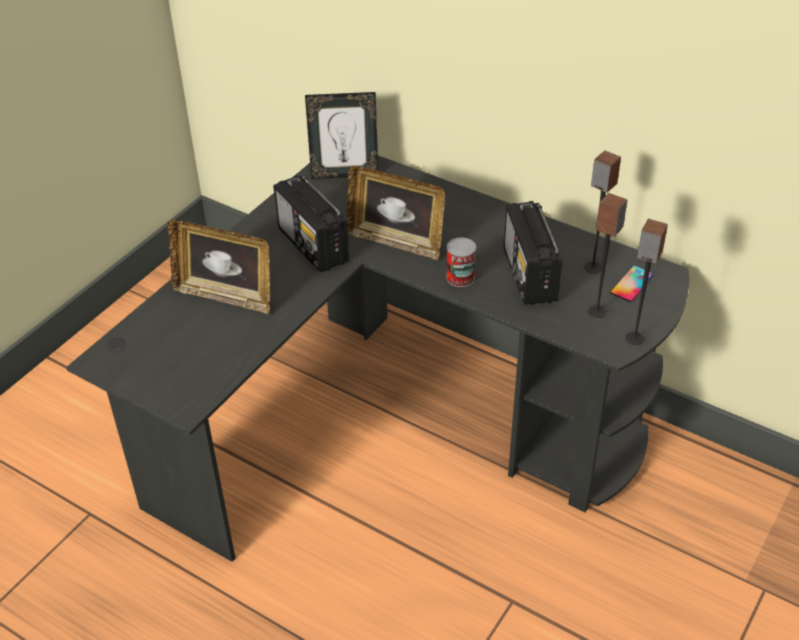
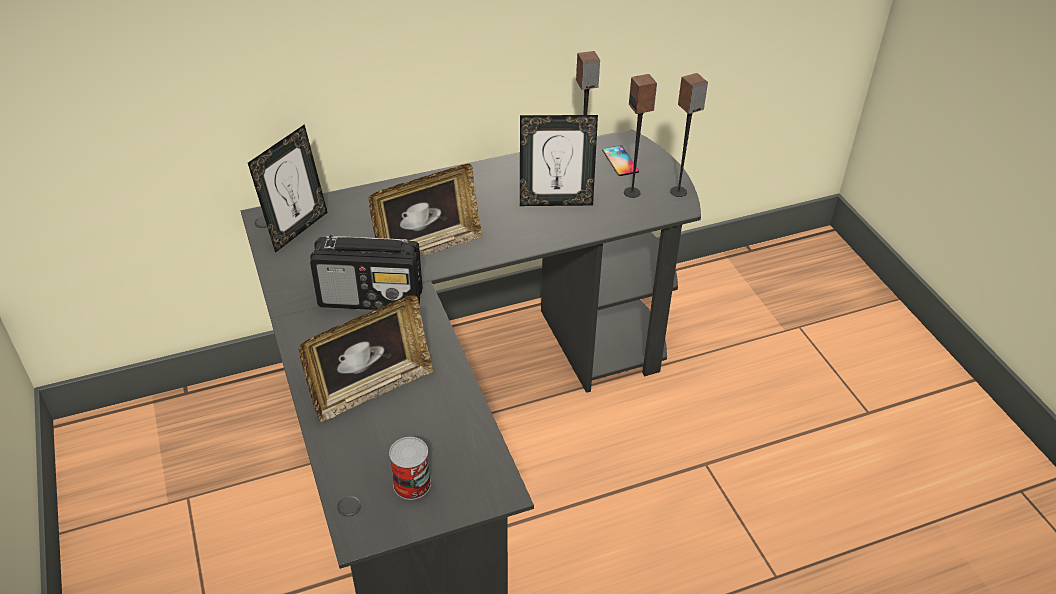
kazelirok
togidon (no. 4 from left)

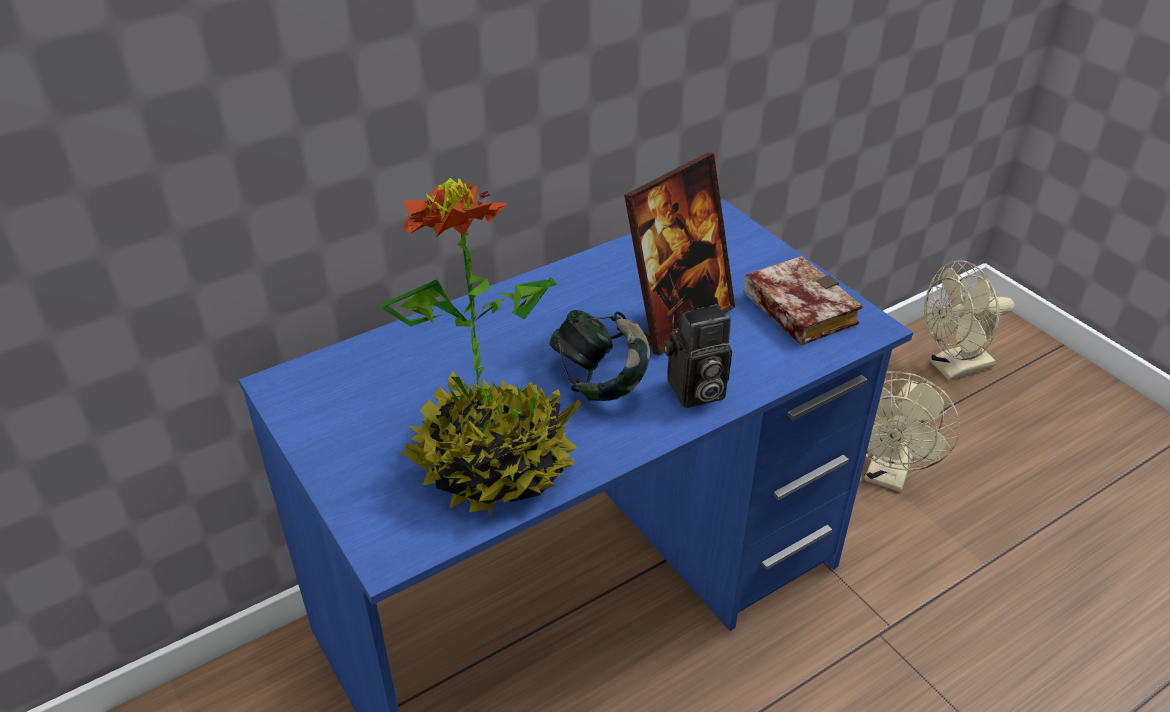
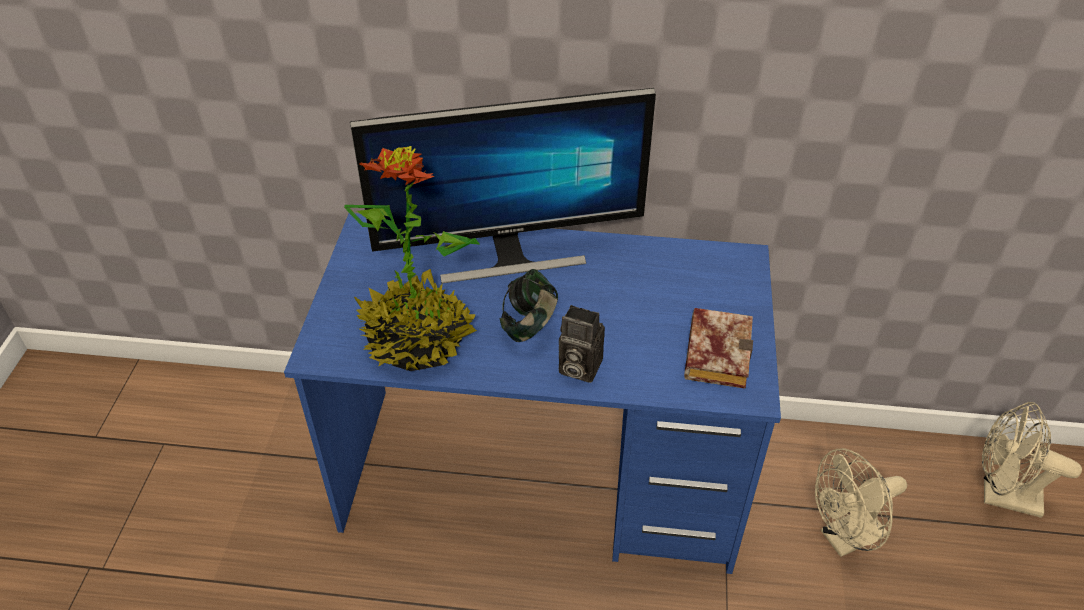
togidon
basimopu

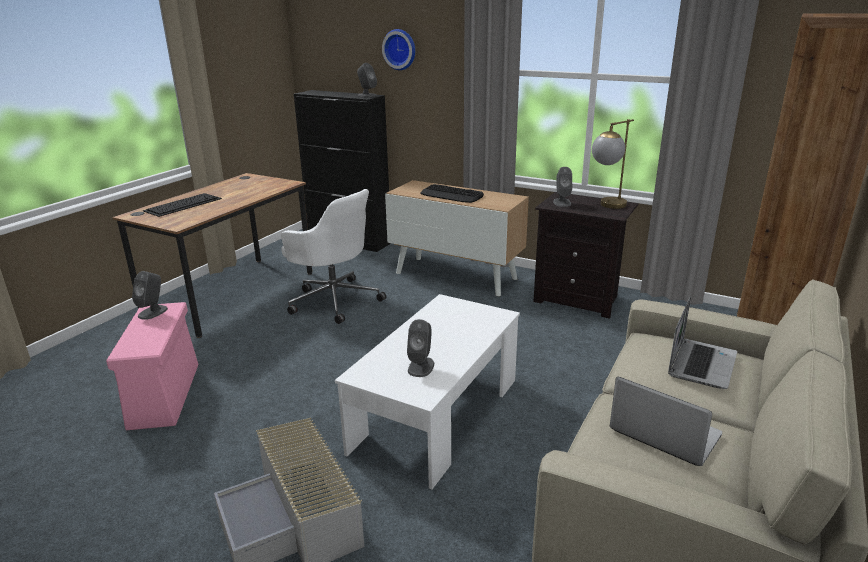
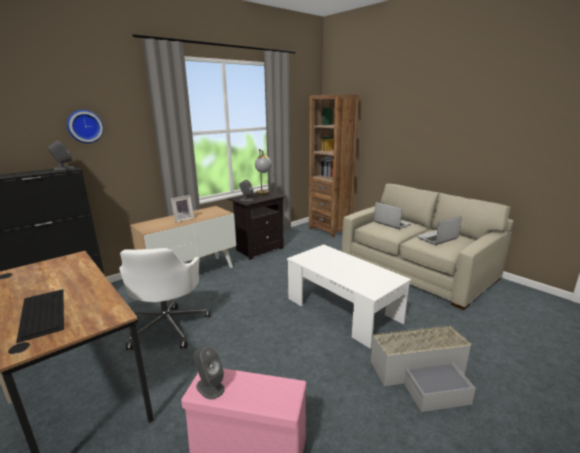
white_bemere
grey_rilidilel (no. 3 from left in the first image)
togidon

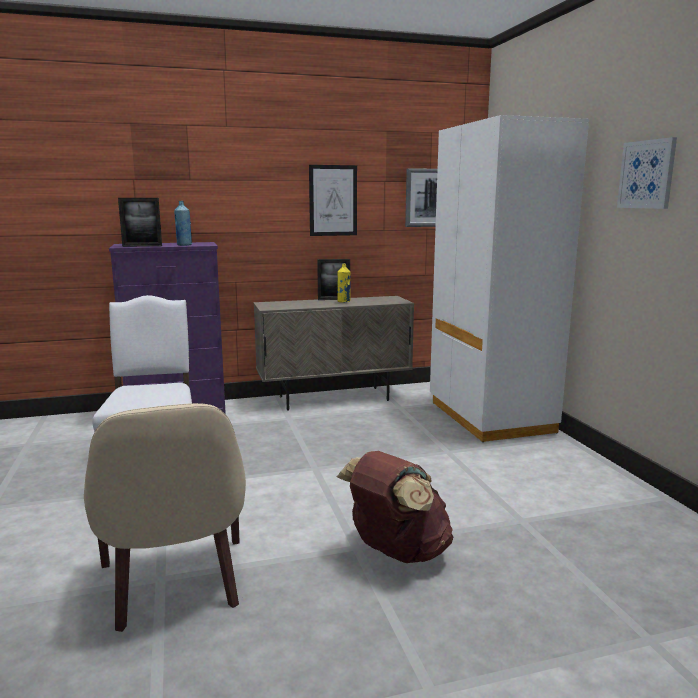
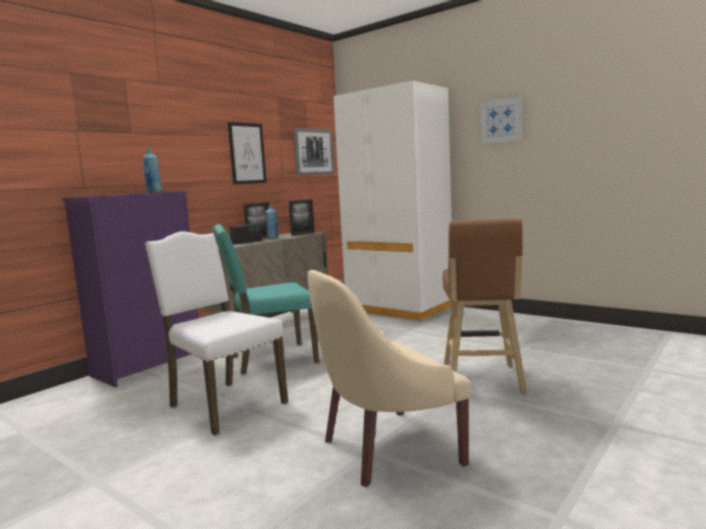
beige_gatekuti
togidon (no. 2 from left)
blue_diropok (no. 2 from left)
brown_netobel
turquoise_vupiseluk
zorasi

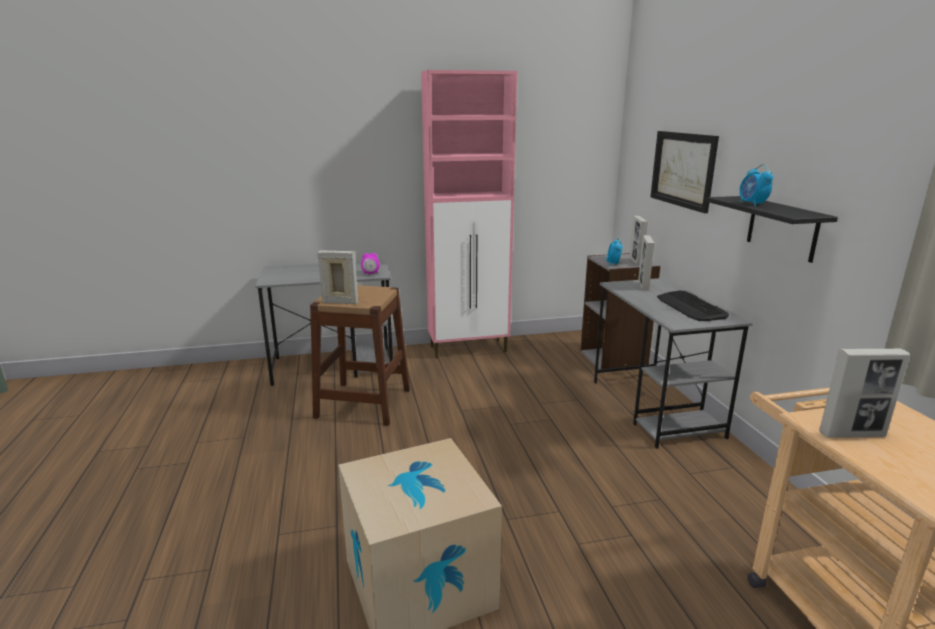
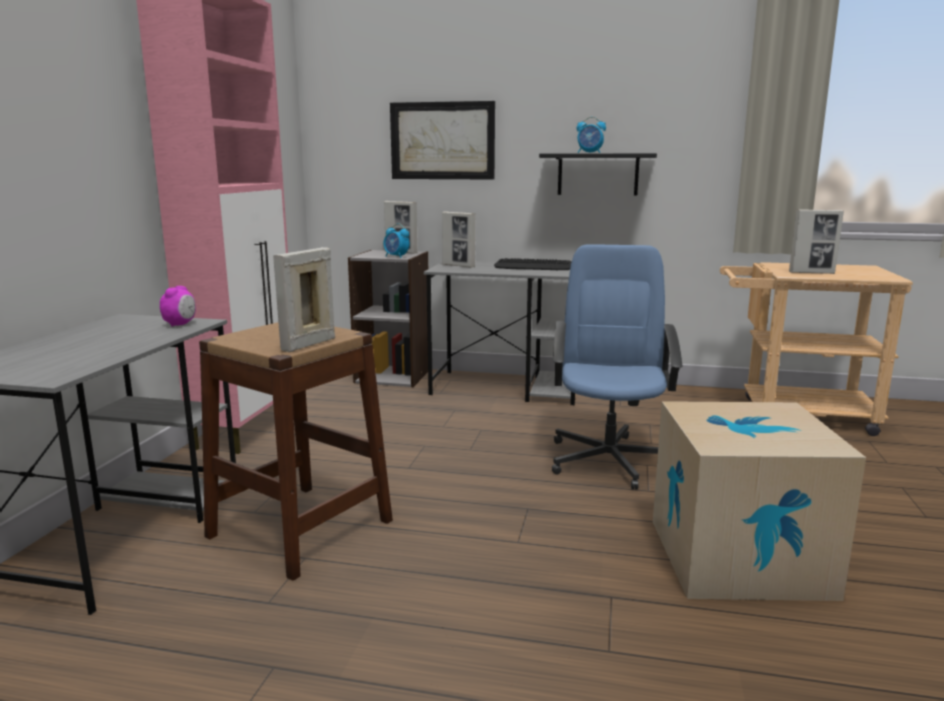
togidon (no. 4 from left)
blue_bemere

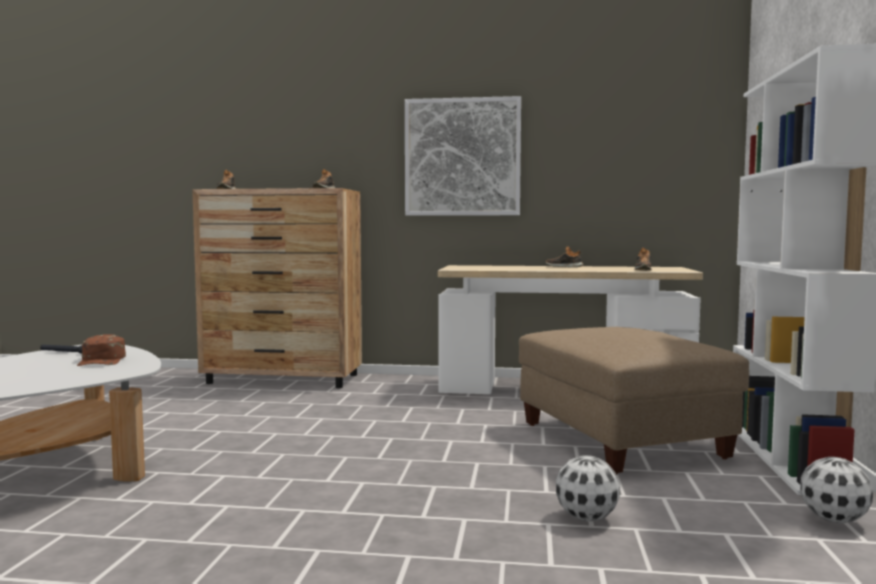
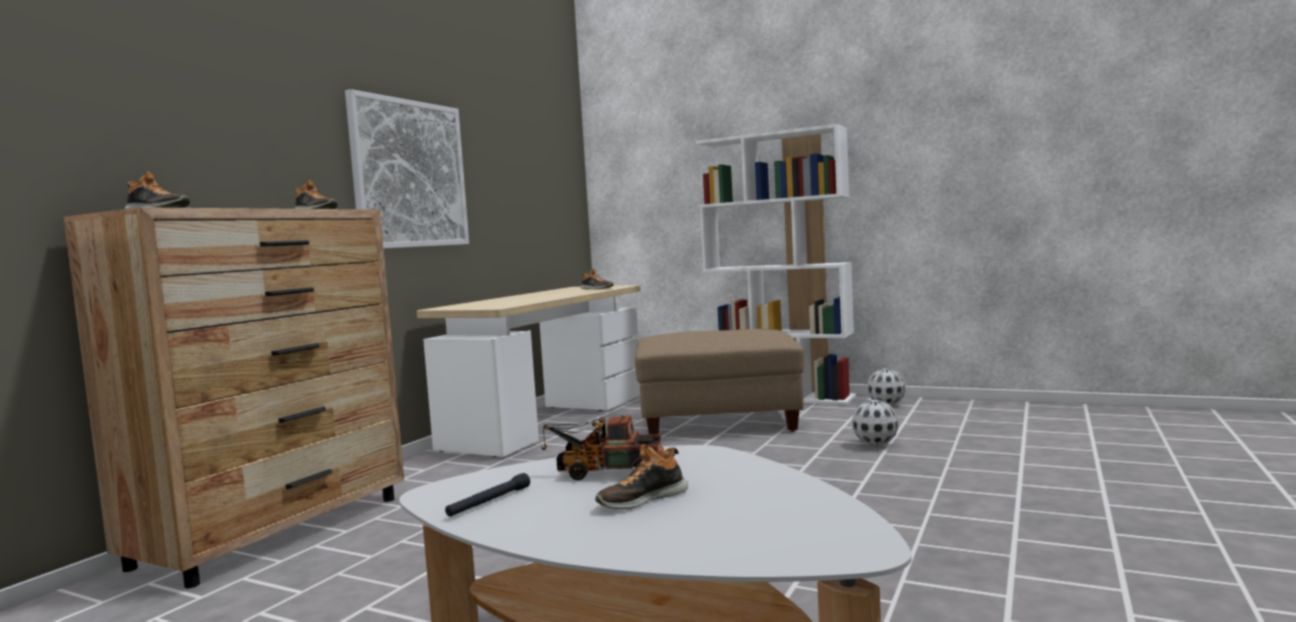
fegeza
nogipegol (no. 4 from left)

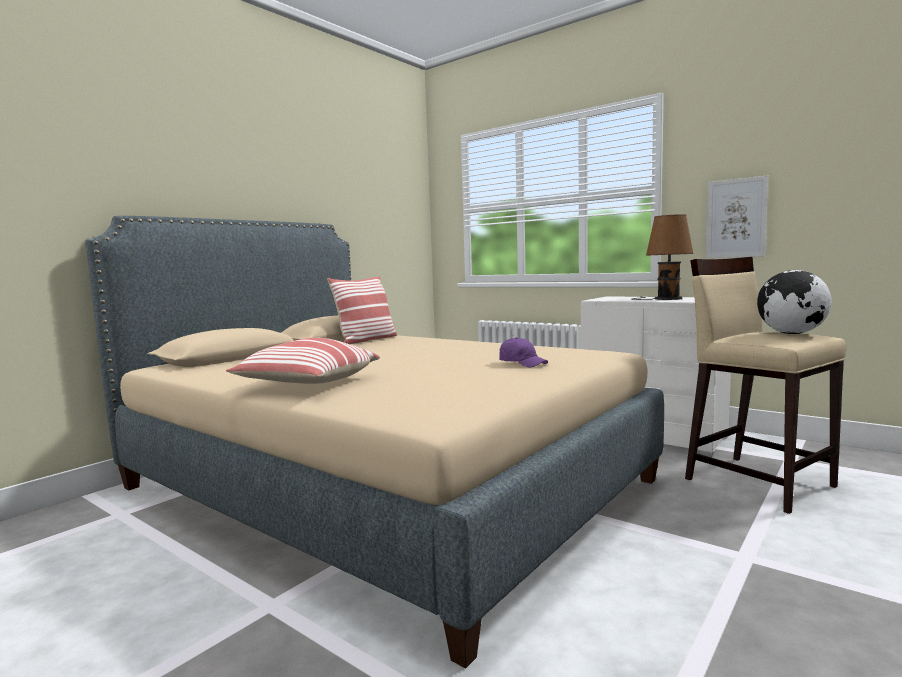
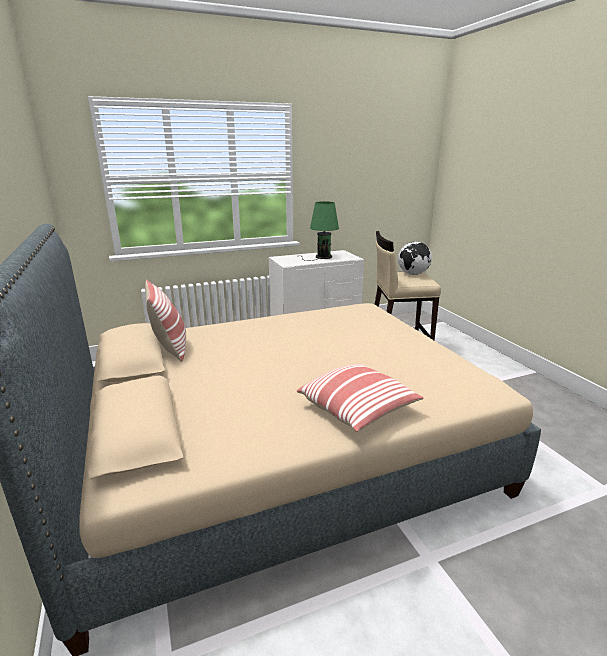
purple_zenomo
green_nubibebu
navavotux

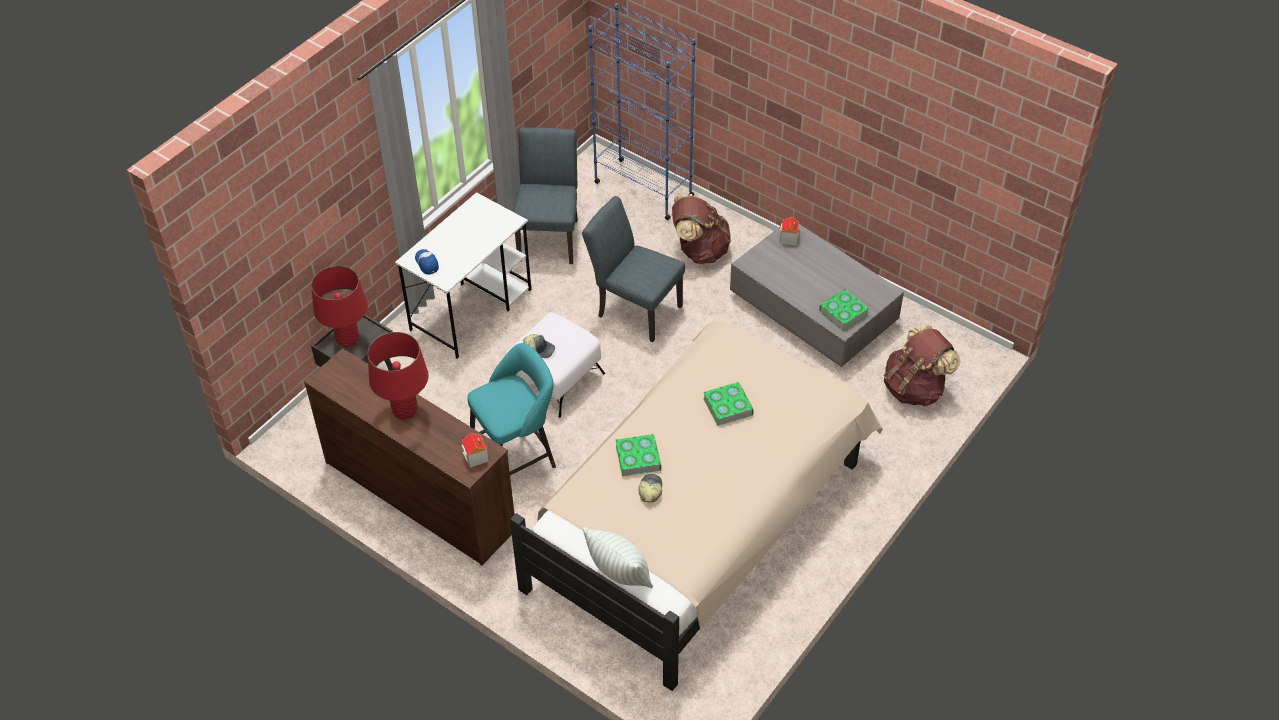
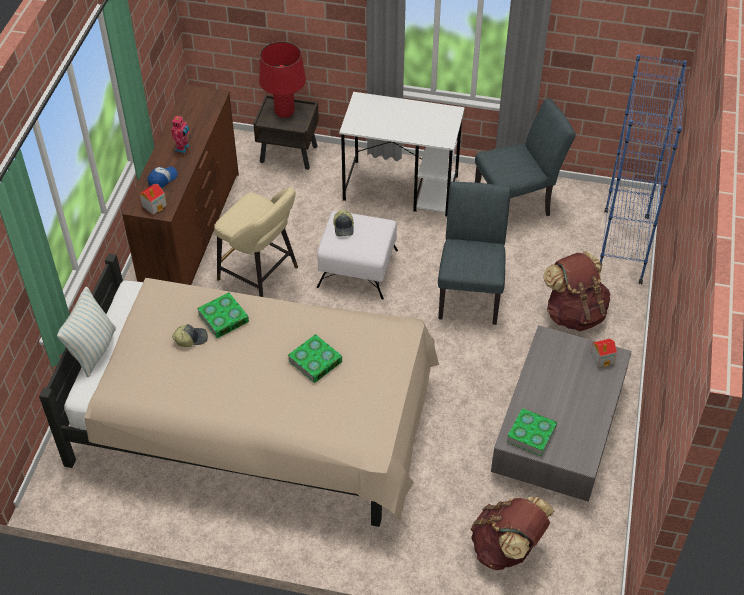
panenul
zenomo (no. 1 from left)
beige_netobel

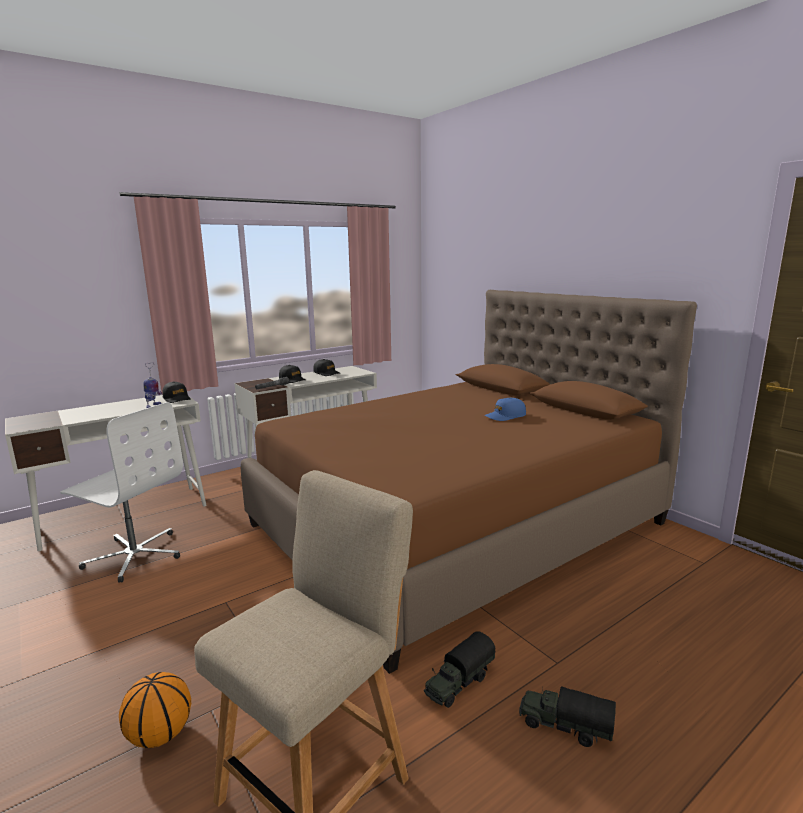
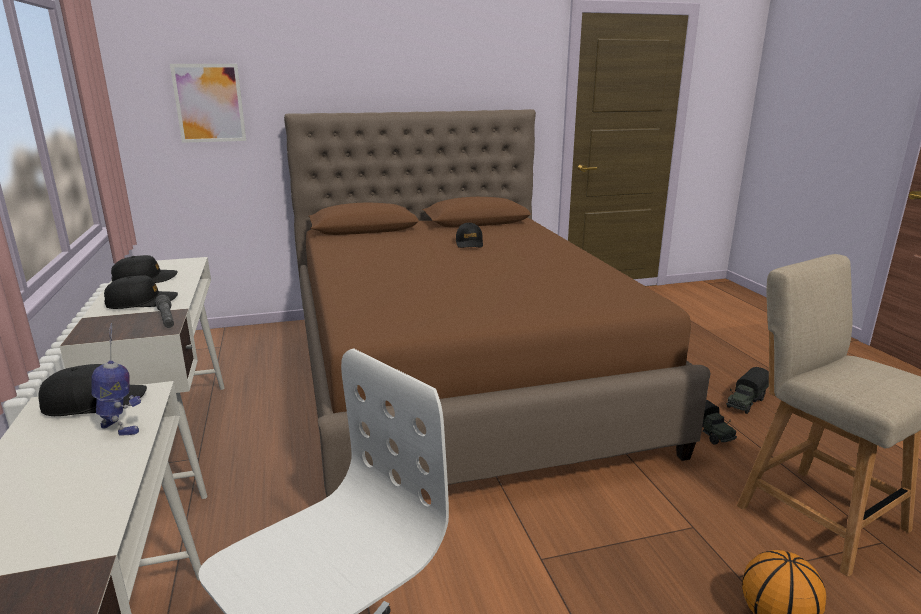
black_zenomo (no. 4 from left)
navavotux

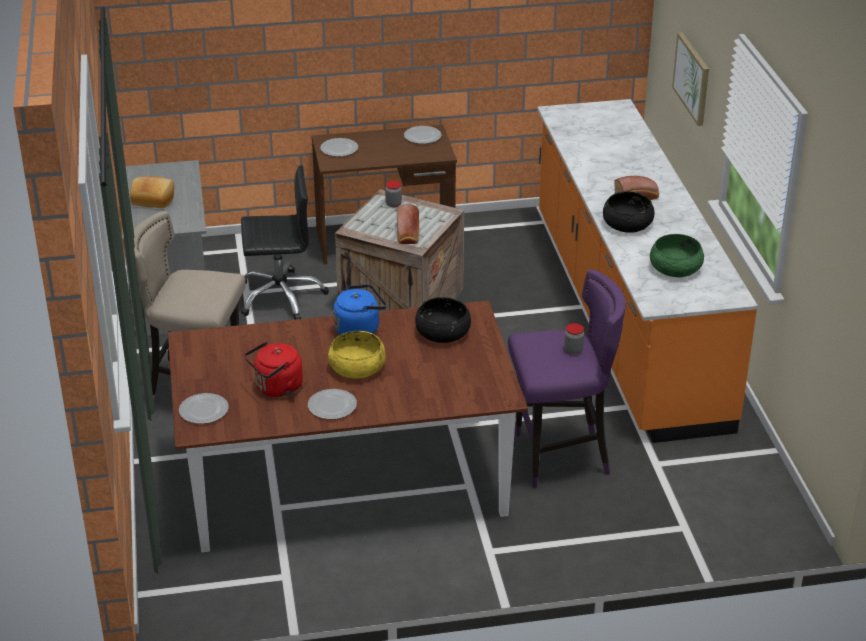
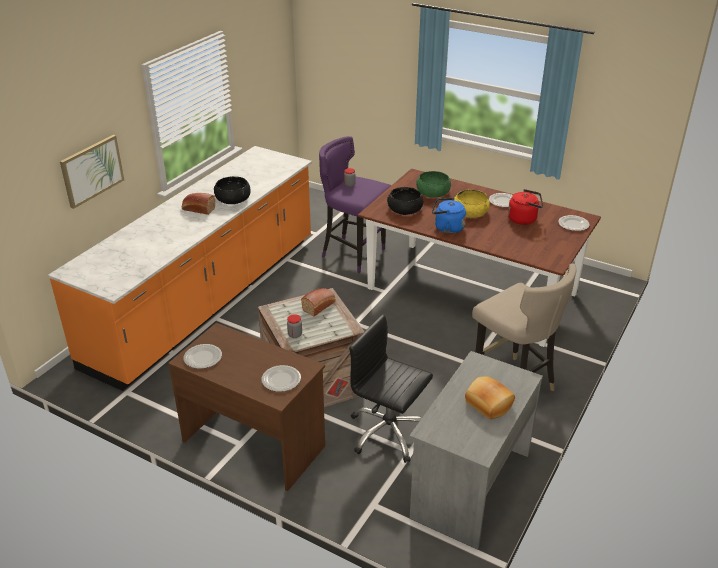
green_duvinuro

